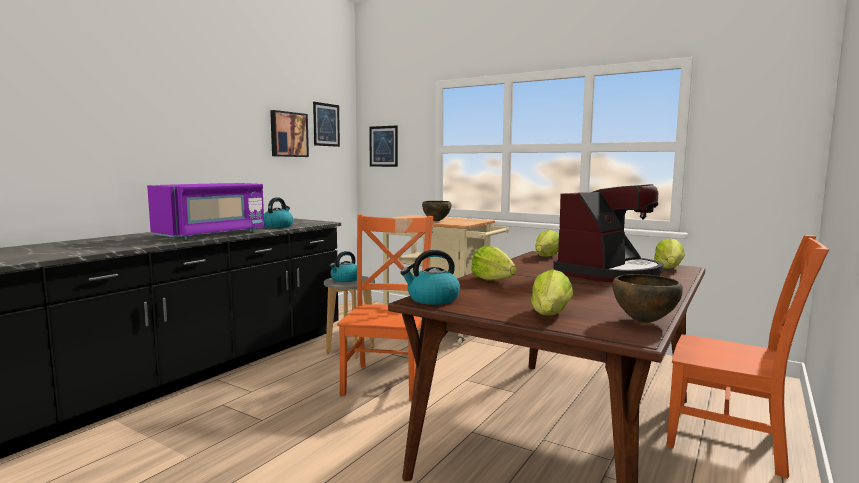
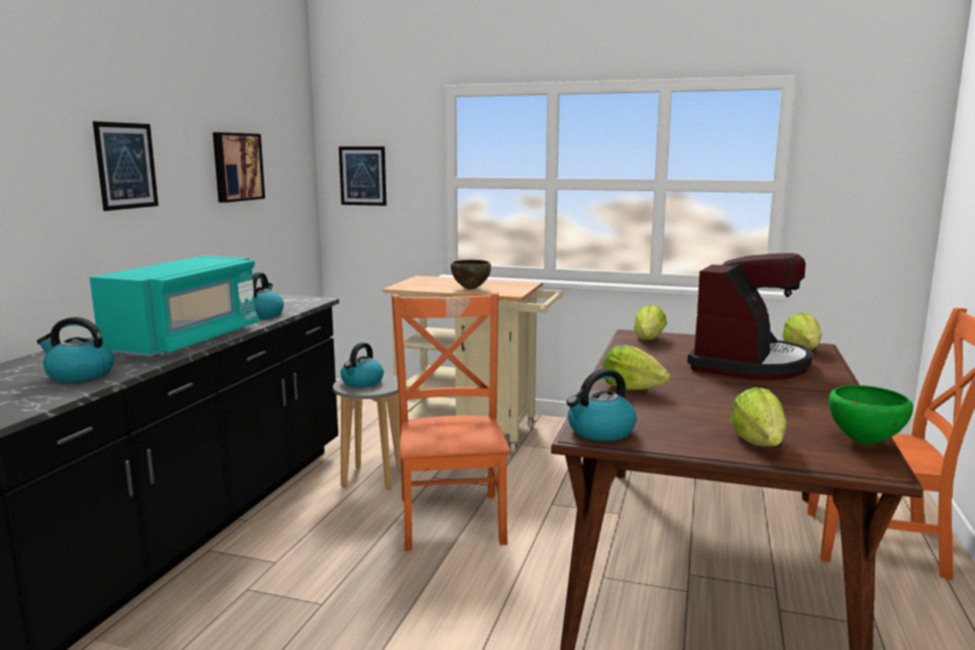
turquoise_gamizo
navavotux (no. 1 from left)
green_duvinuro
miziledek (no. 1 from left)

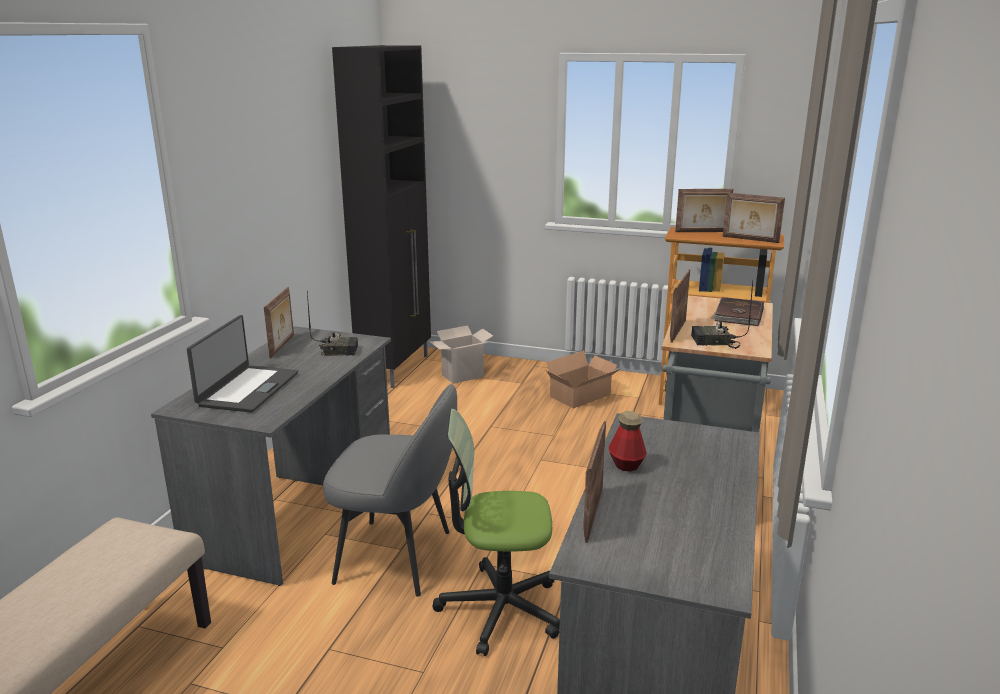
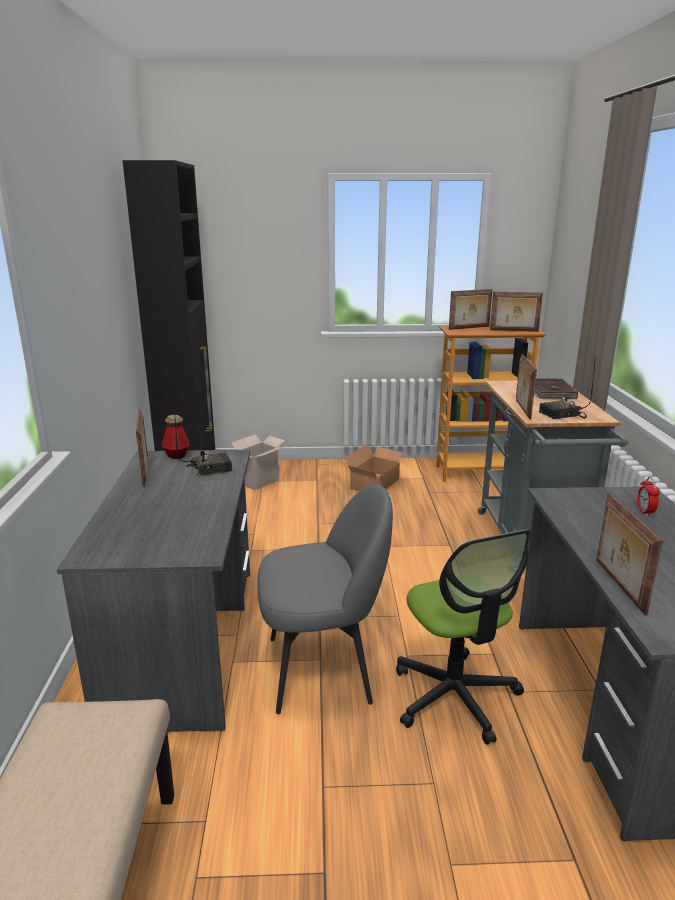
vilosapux
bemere
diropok
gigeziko

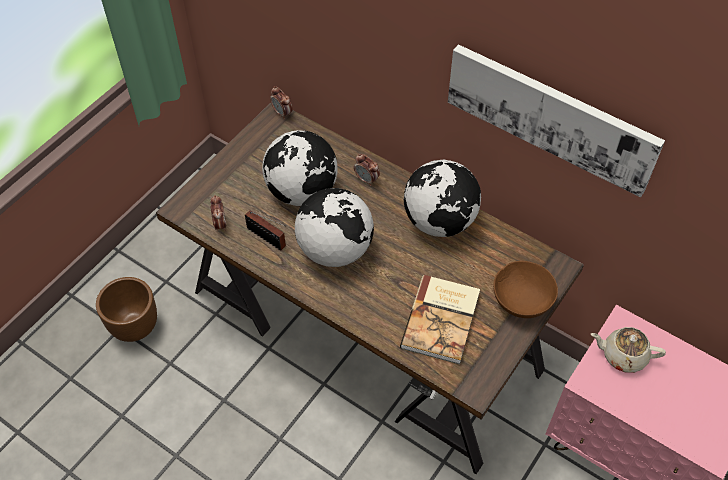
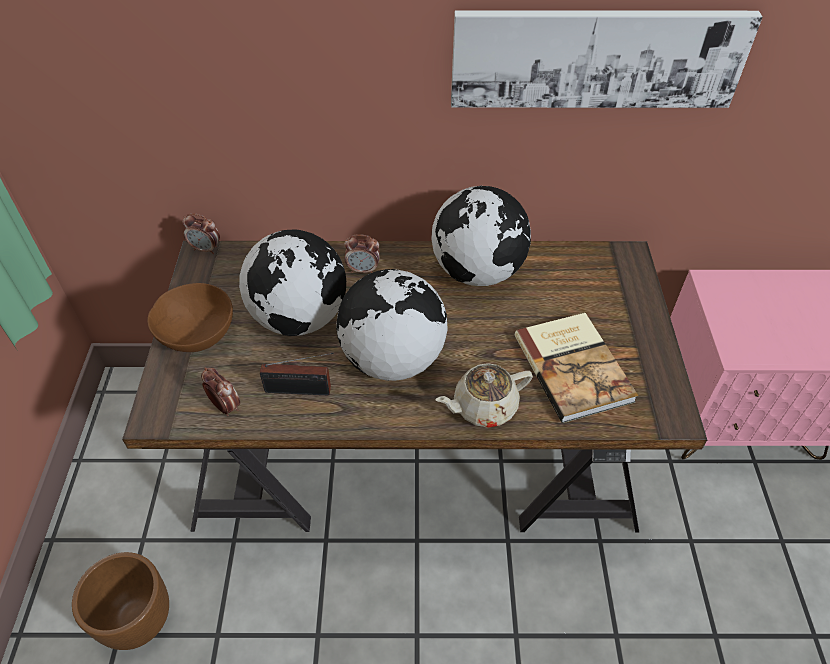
brown_duvinuro
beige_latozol

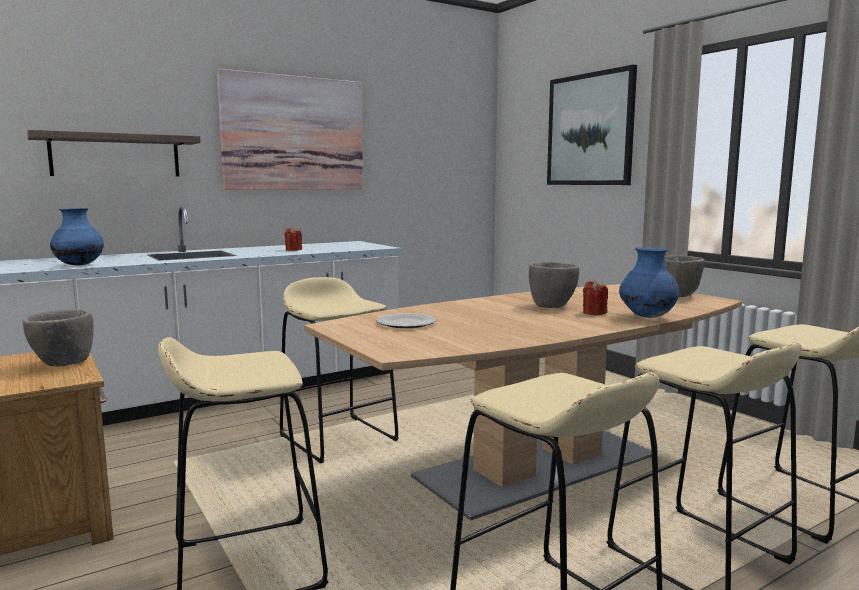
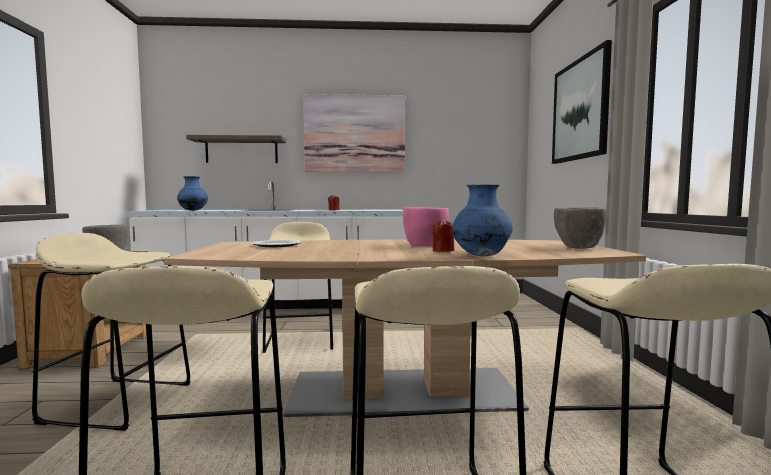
pink_duvinuro

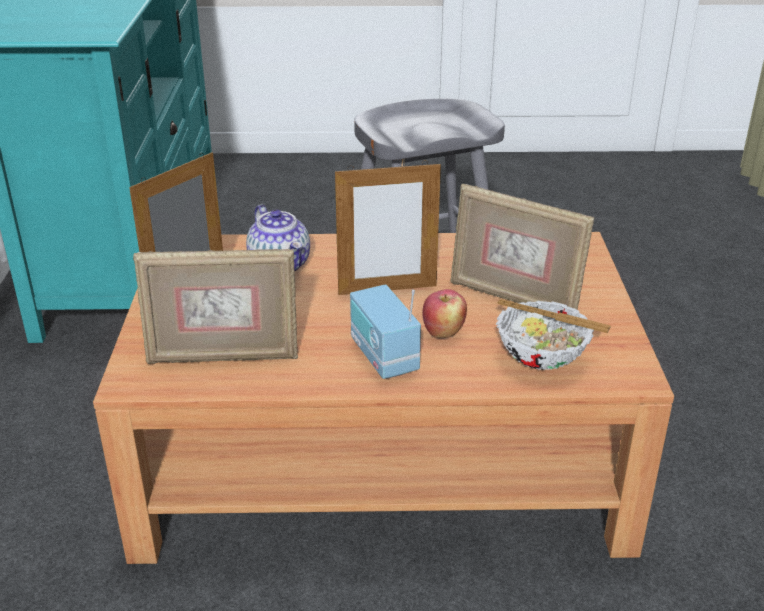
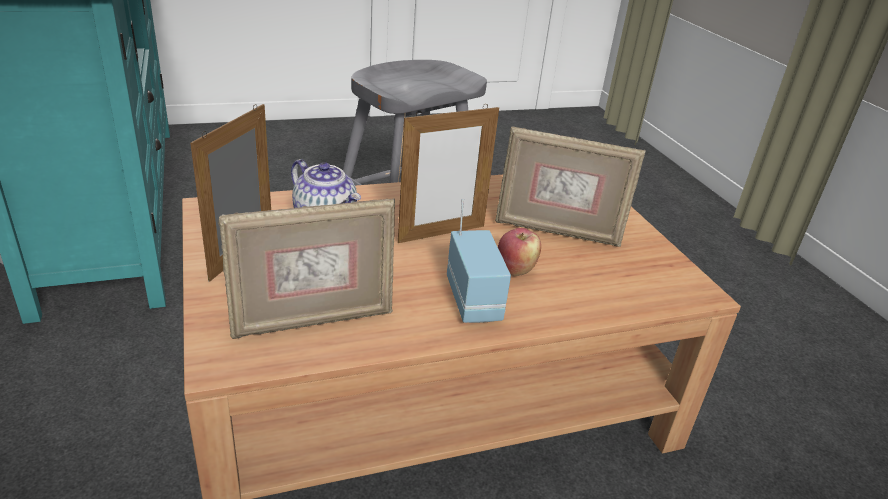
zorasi
duvinuro

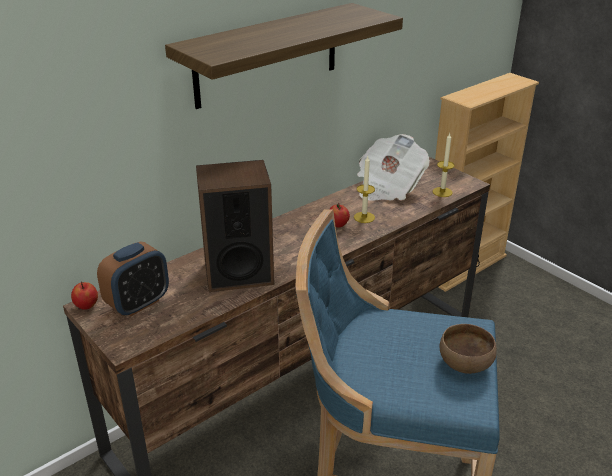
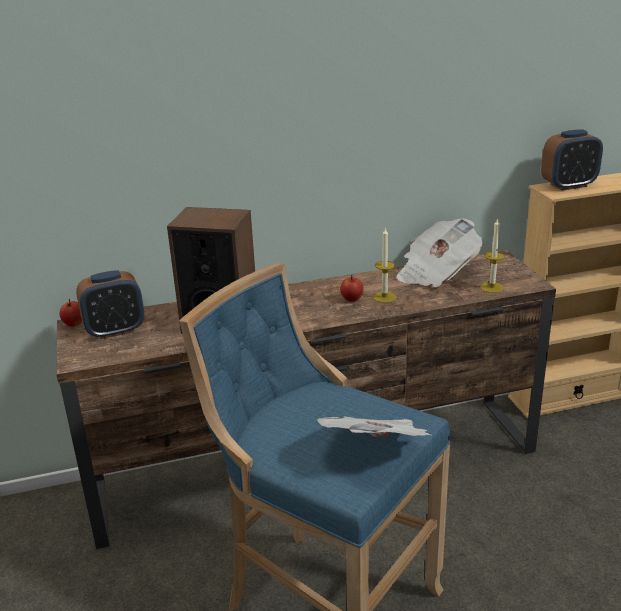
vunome
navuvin (no. 1 from left)
gigeziko (no. 2 from left)

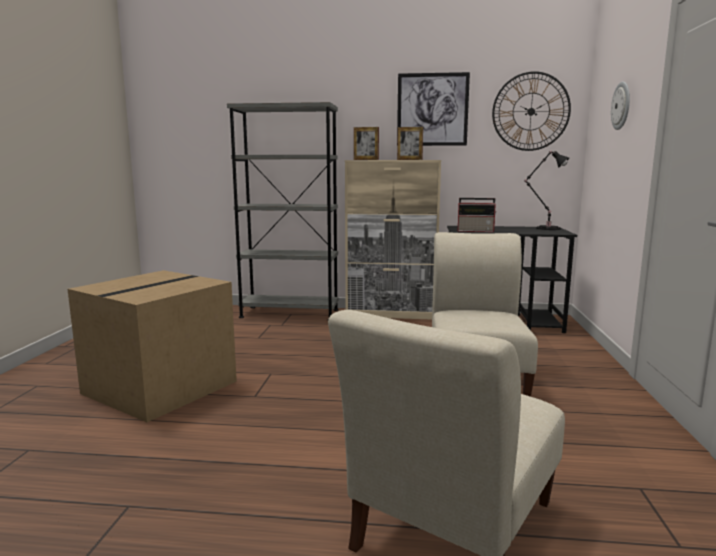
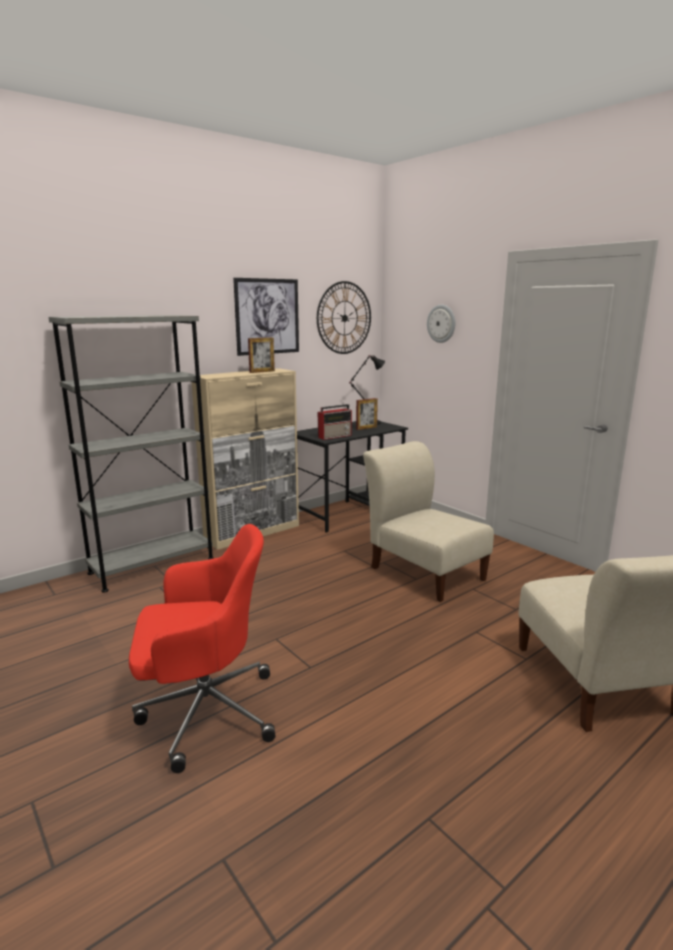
red_bemere
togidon (no. 2 from left)

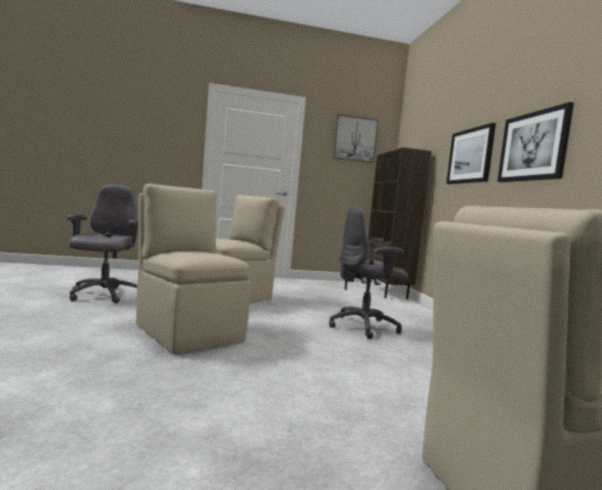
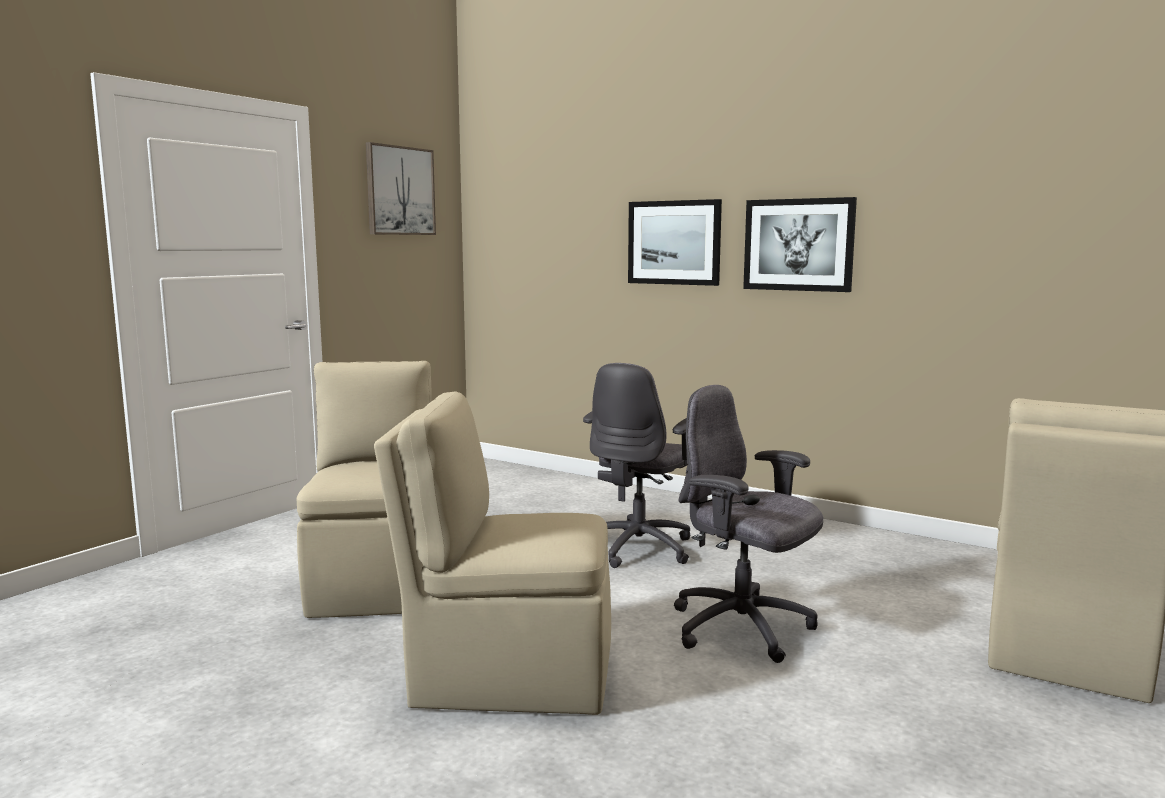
grey_bemere (no. 2 from left)
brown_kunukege

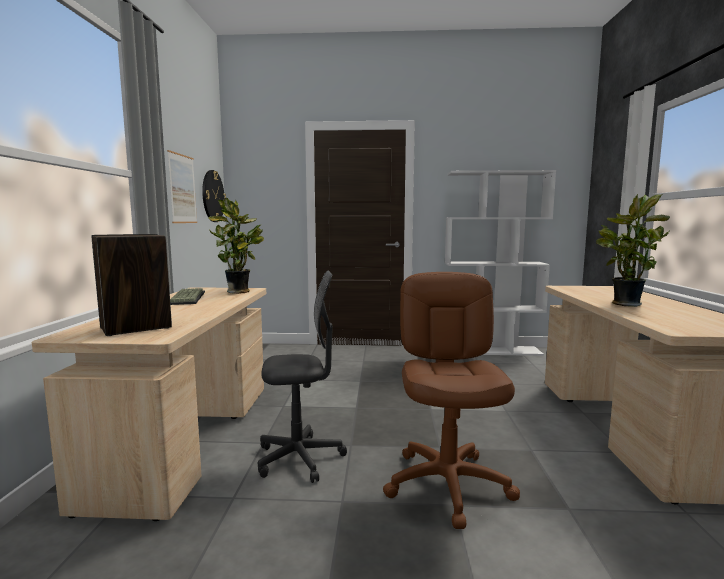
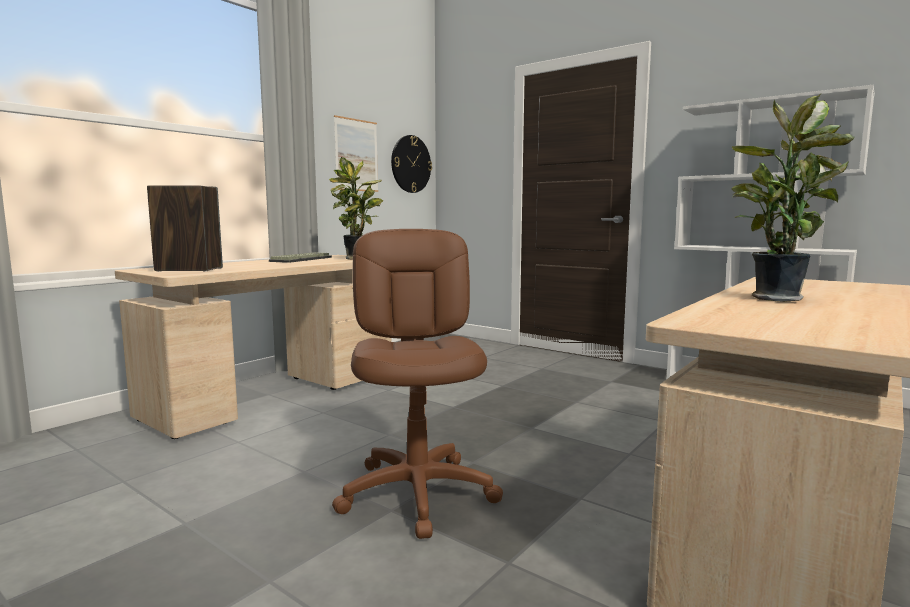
grey_bemere
brown_bemere

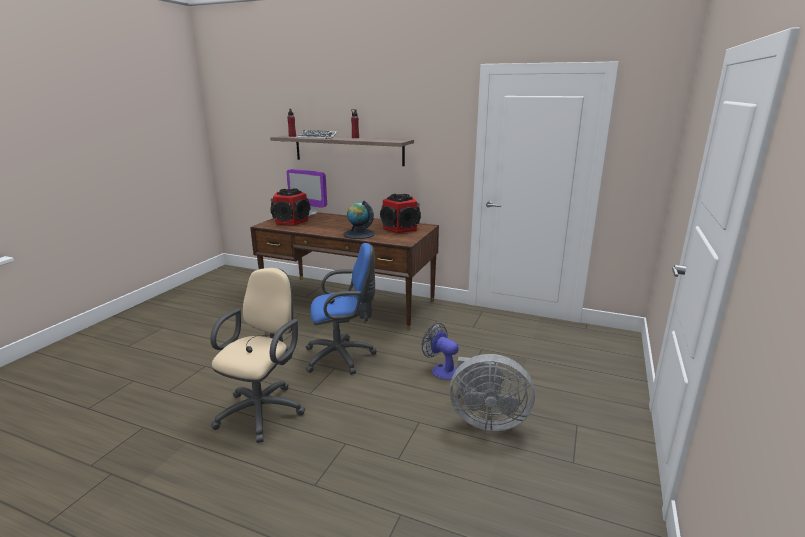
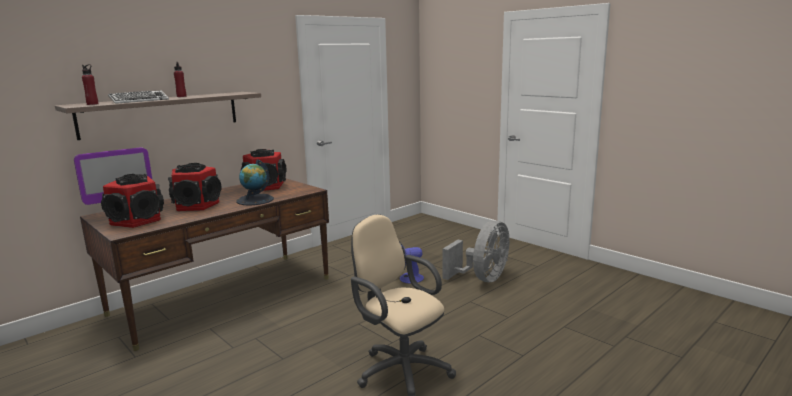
blue_bemere
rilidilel (no. 2 from left)

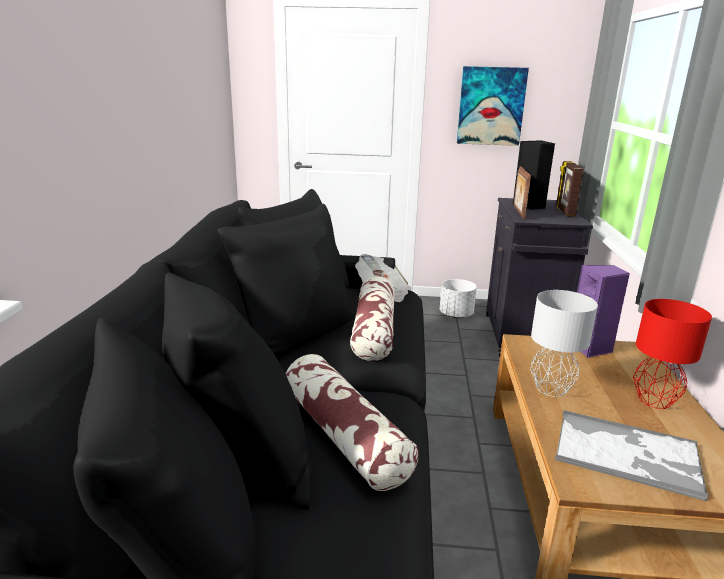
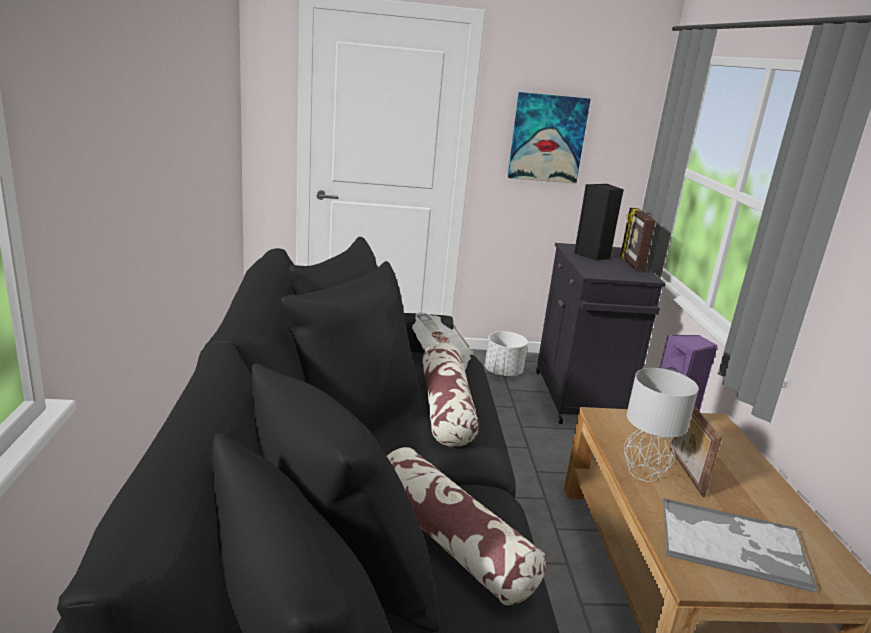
togidon (no. 2 from left)
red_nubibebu

